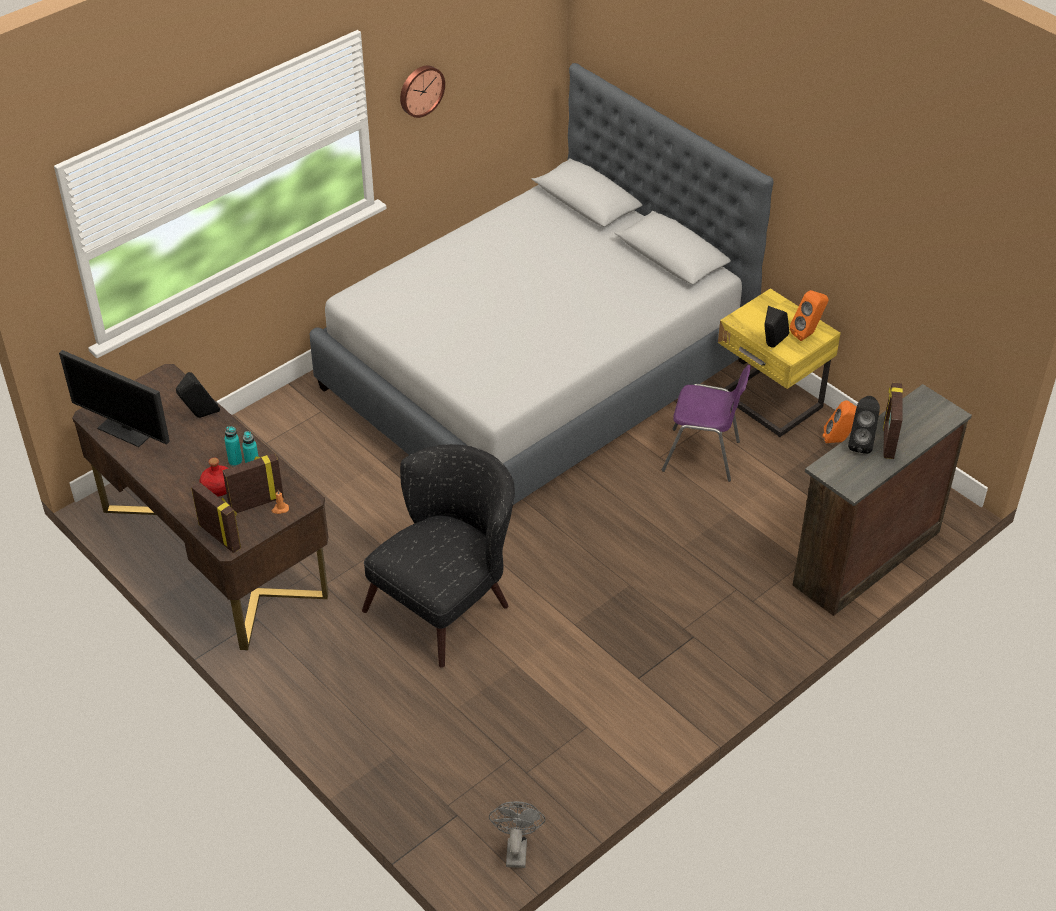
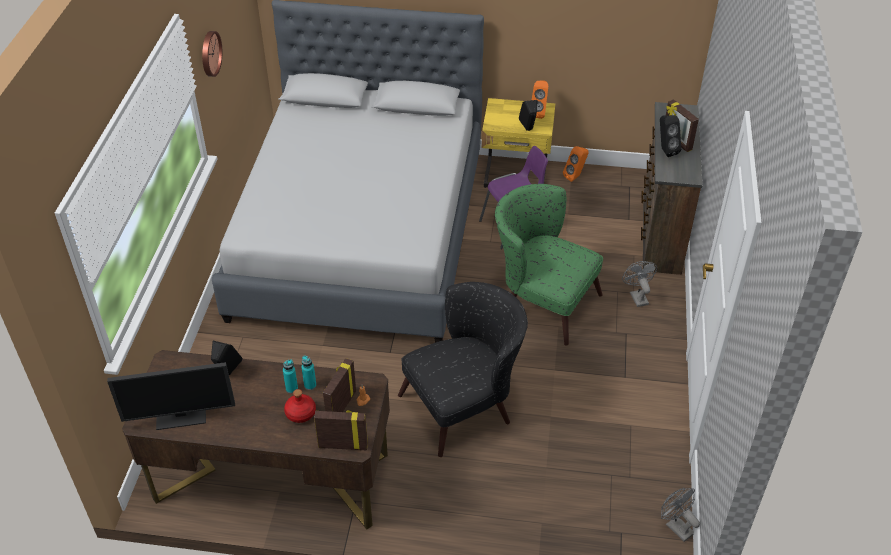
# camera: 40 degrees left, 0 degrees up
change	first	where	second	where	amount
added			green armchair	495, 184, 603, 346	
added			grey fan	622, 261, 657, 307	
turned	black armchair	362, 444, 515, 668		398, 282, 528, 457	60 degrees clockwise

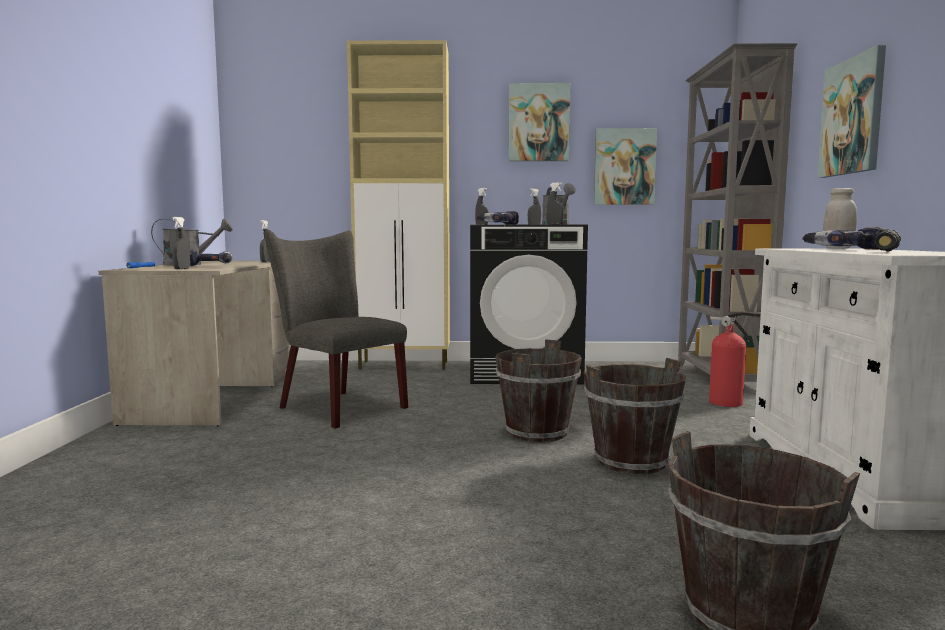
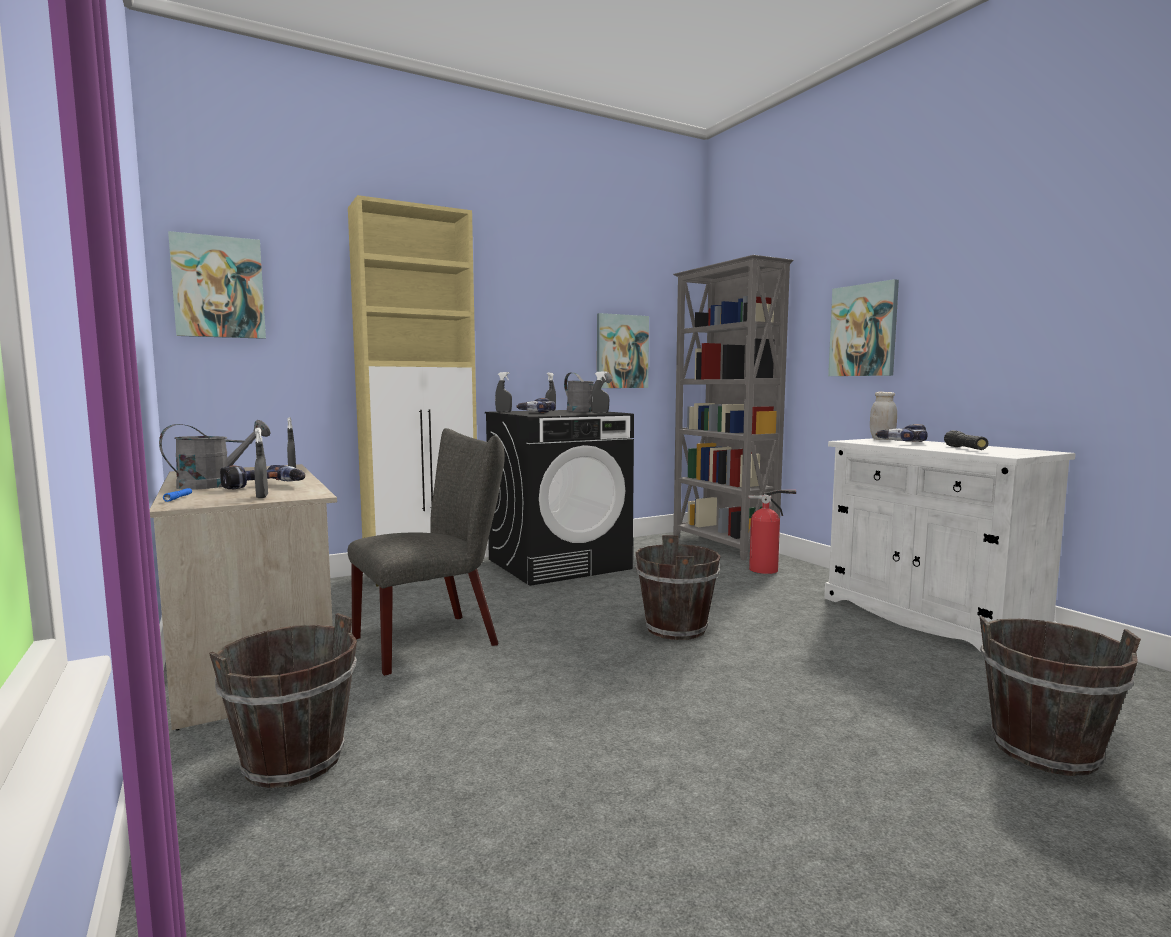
# camera: 30 degrees left, 0 degrees up
change	first	where	second	where	amount
moved	picture	509, 83, 570, 161		168, 231, 266, 339	
moved	brown bucket	584, 358, 686, 474		209, 613, 357, 788	
turned	grey chair	265, 230, 408, 429		348, 428, 505, 676	135 degrees clockwise

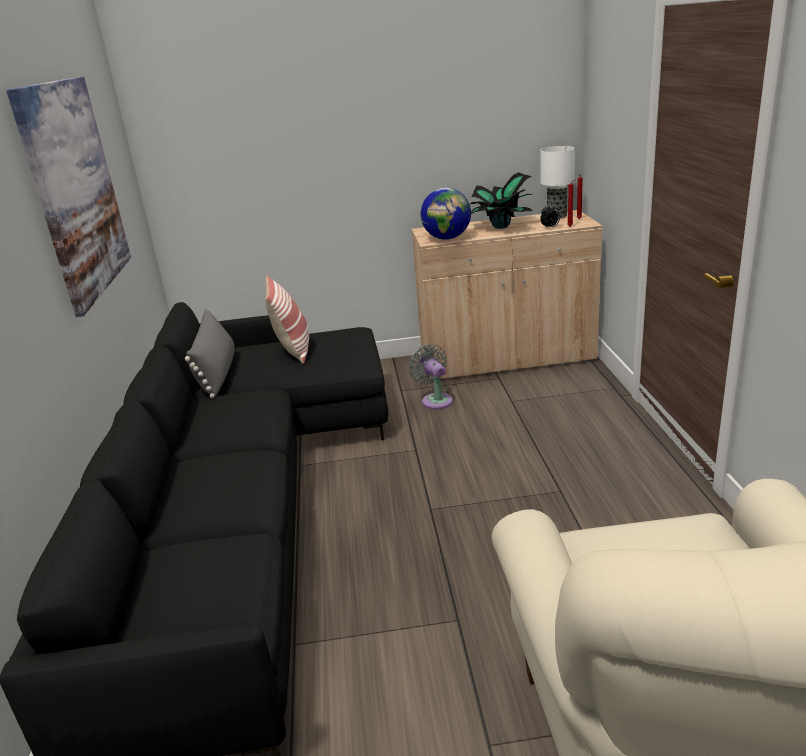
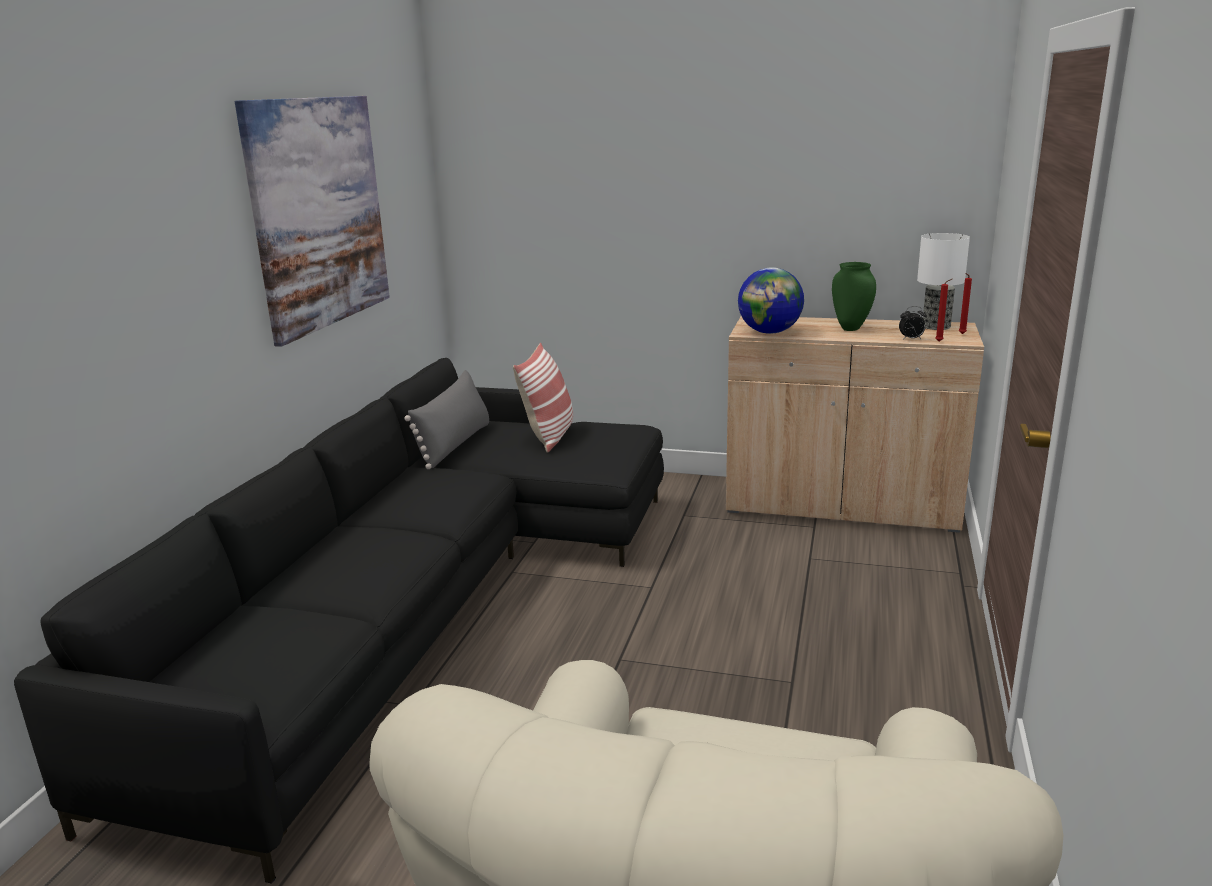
# camera: 20 degrees right, 5 degrees down
change	first	where	second	where	amount
removed	grey fan	409, 344, 453, 409			
replaced	potted plant	470, 172, 532, 229	green vase	832, 262, 876, 331	

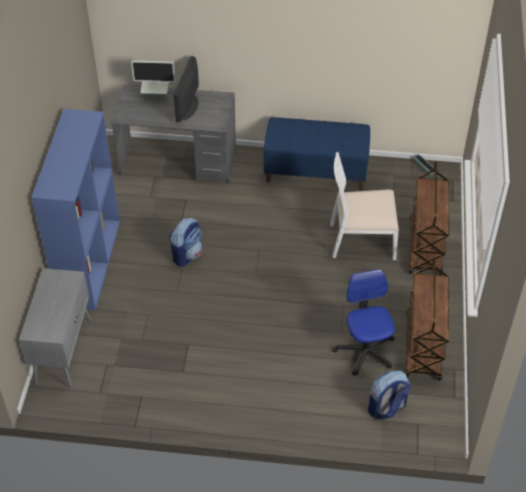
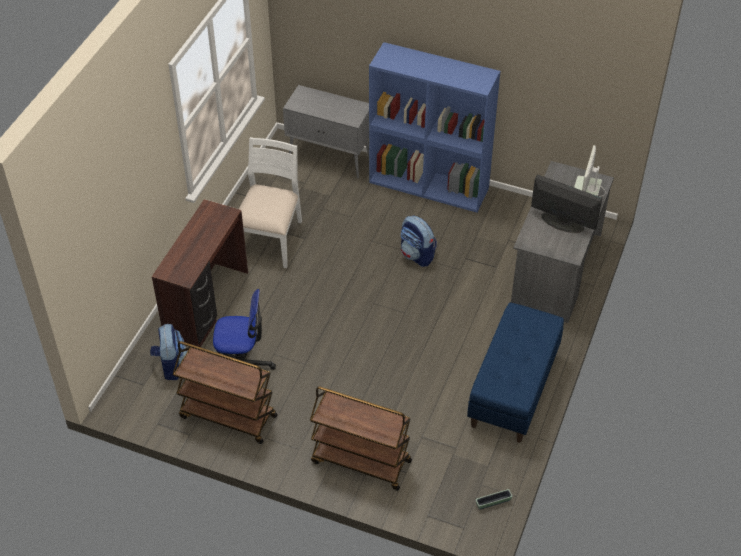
# camera: 105 degrees right, 0 degrees up
change	first	where	second	where	amount
added			brown desk	152, 199, 248, 347	
moved	white chair	330, 152, 399, 260		239, 137, 302, 268	

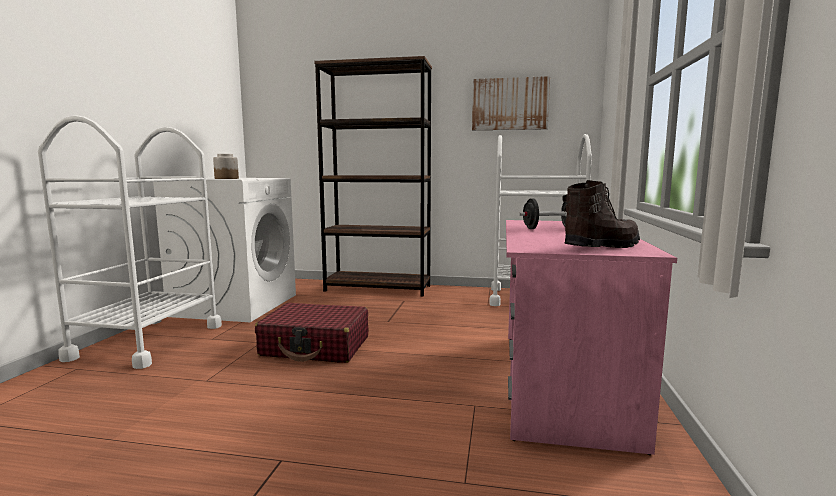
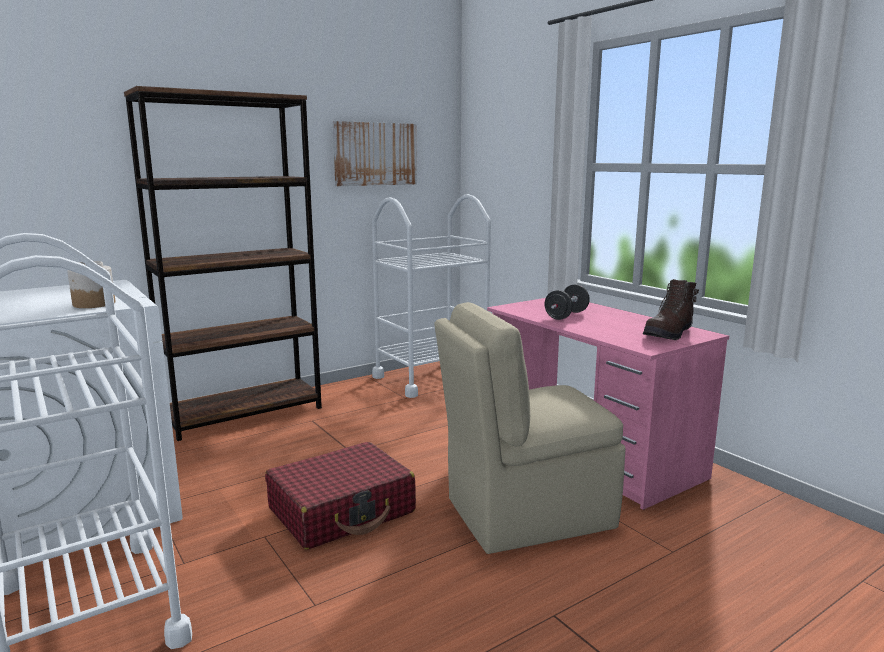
# camera: 45 degrees left, 5 degrees up
change	first	where	second	where	amount
added			beige chair	434, 302, 626, 554	
turned	brown boot	562, 180, 640, 248		643, 279, 699, 340	150 degrees counterclockwise

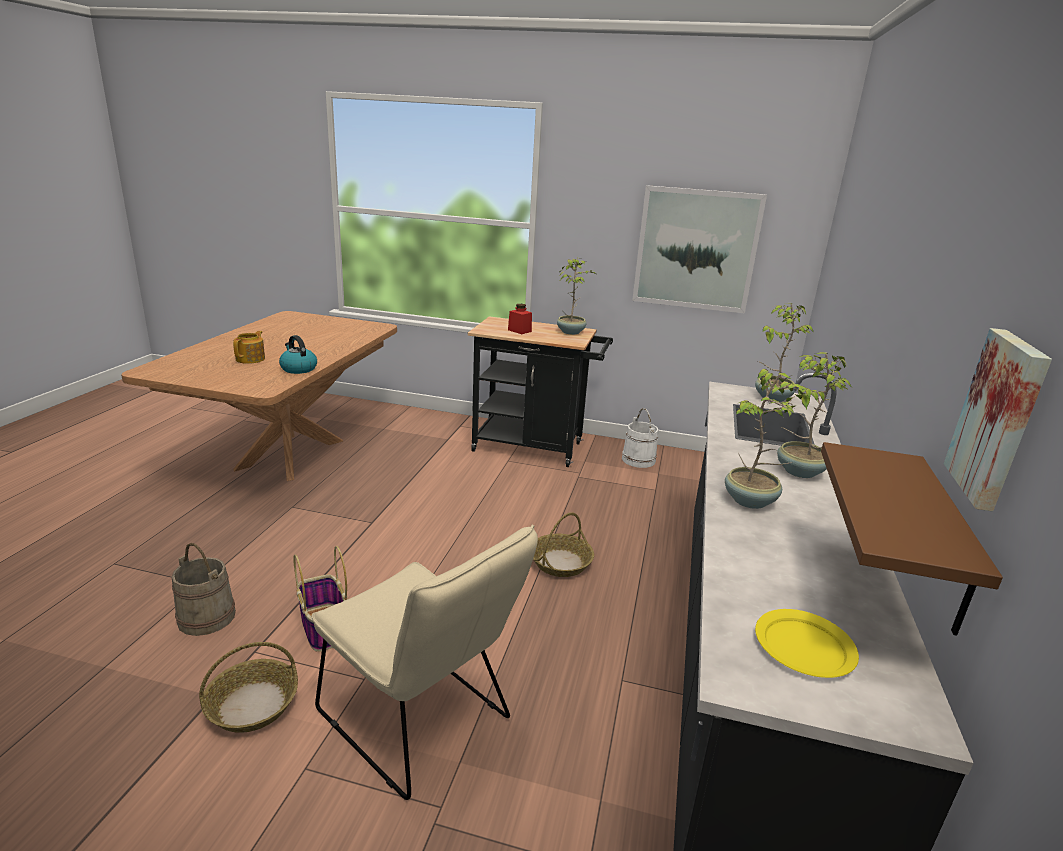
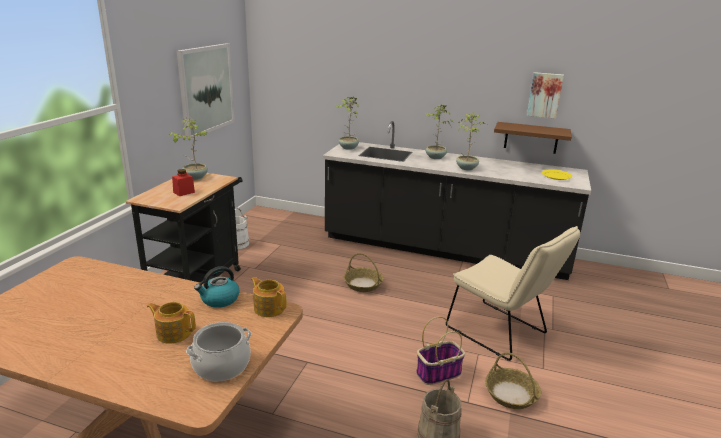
# camera: 85 degrees left, 0 degrees up
change	first	where	second	where	amount
added			cooking pot	186, 322, 251, 381	
added			teapot	251, 277, 286, 317	
turned	beige chair	311, 524, 538, 800		446, 226, 580, 361	90 degrees clockwise

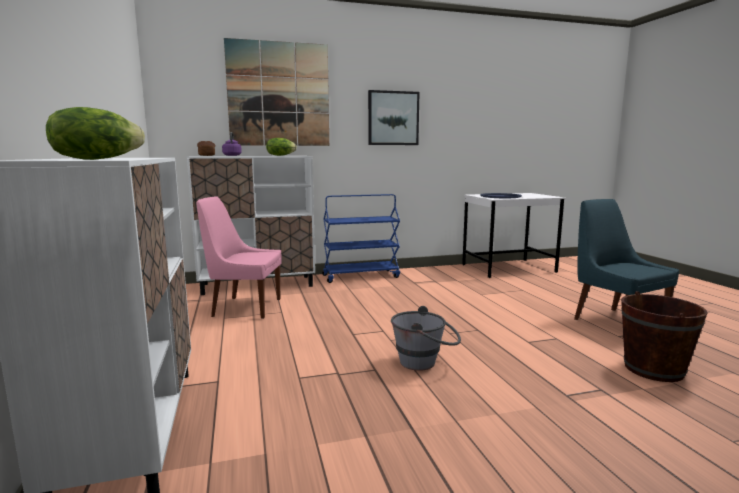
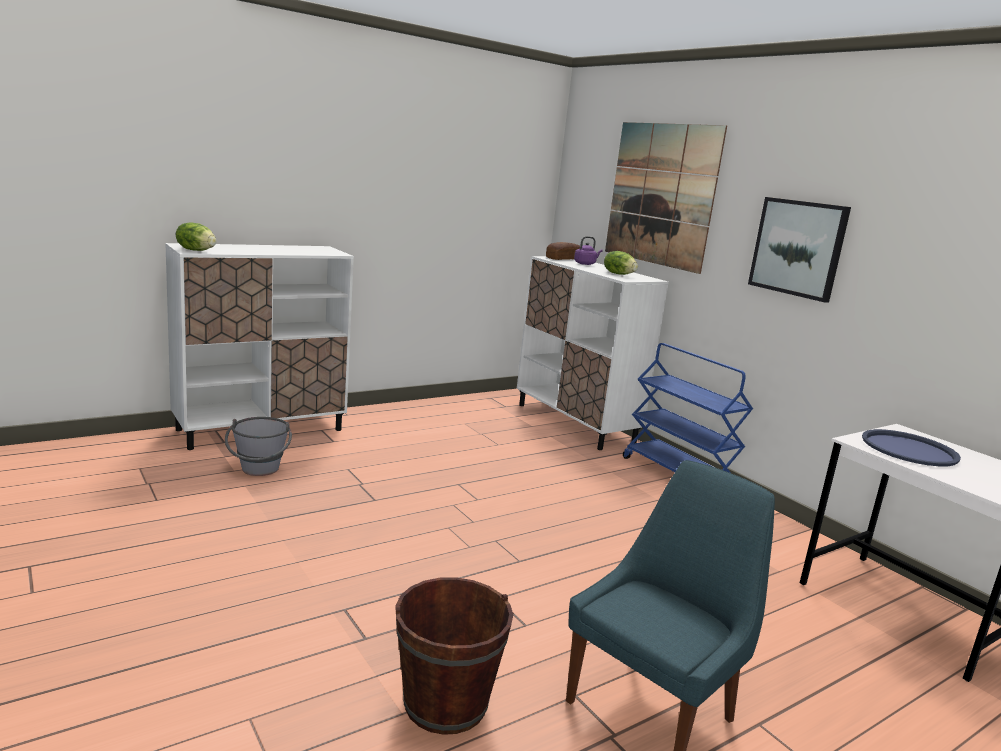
# camera: 70 degrees right, 5 degrees up
change	first	where	second	where	amount
removed	pink chair	196, 196, 282, 319			
moved	grey bucket	391, 306, 461, 371		225, 417, 292, 476	

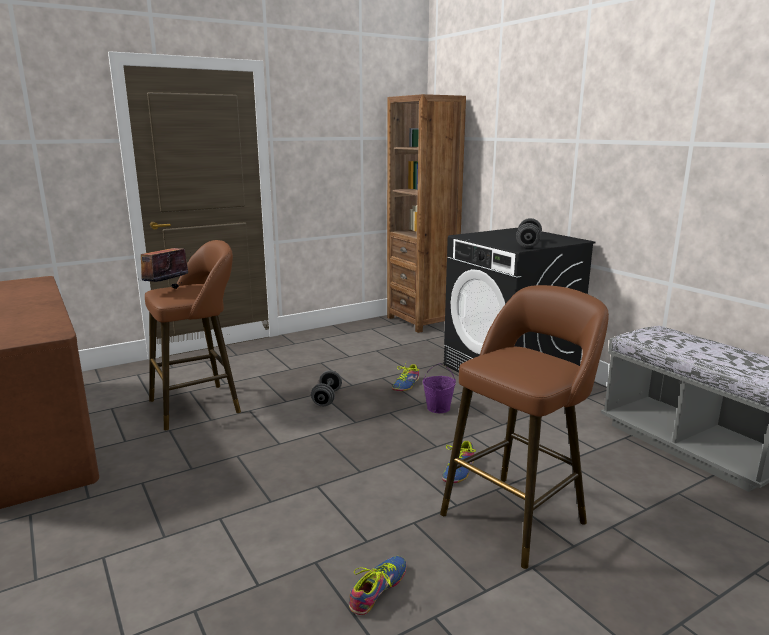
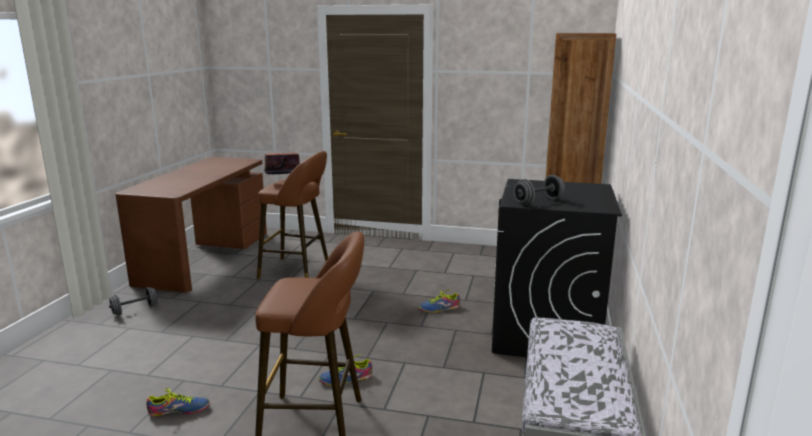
# camera: 45 degrees right, 0 degrees up
change	first	where	second	where	amount
removed	purple bucket	423, 363, 456, 413			
moved	grey dumbbell	311, 370, 342, 406		109, 287, 158, 315	

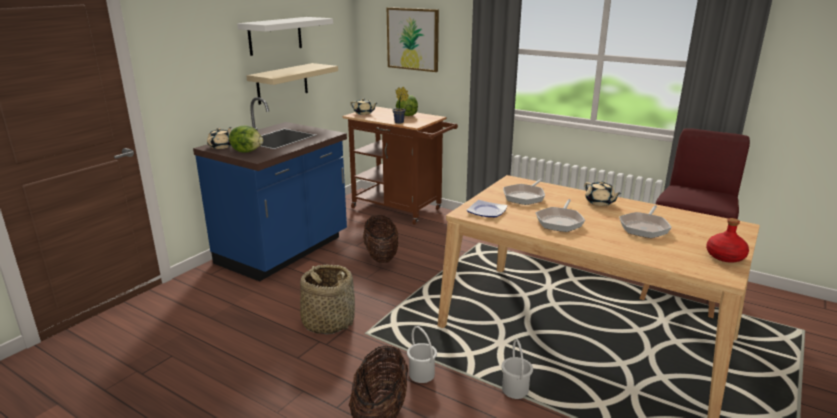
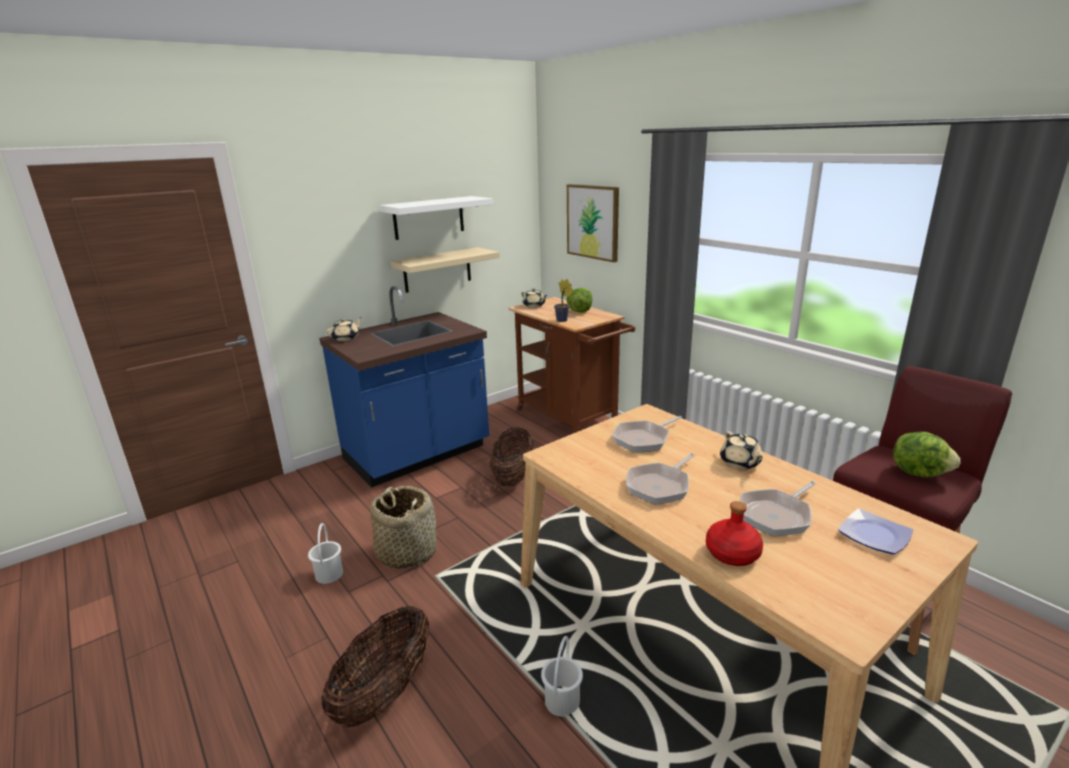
# camera: 20 degrees right, 0 degrees up
change	first	where	second	where	amount
moved	lettuce	229, 125, 263, 153		893, 432, 961, 477	
moved	white bucket	407, 326, 437, 383		308, 523, 343, 584	
moved	plate	466, 200, 507, 217		838, 508, 913, 554	
moved	red bottle	706, 218, 749, 263		706, 501, 763, 566	

